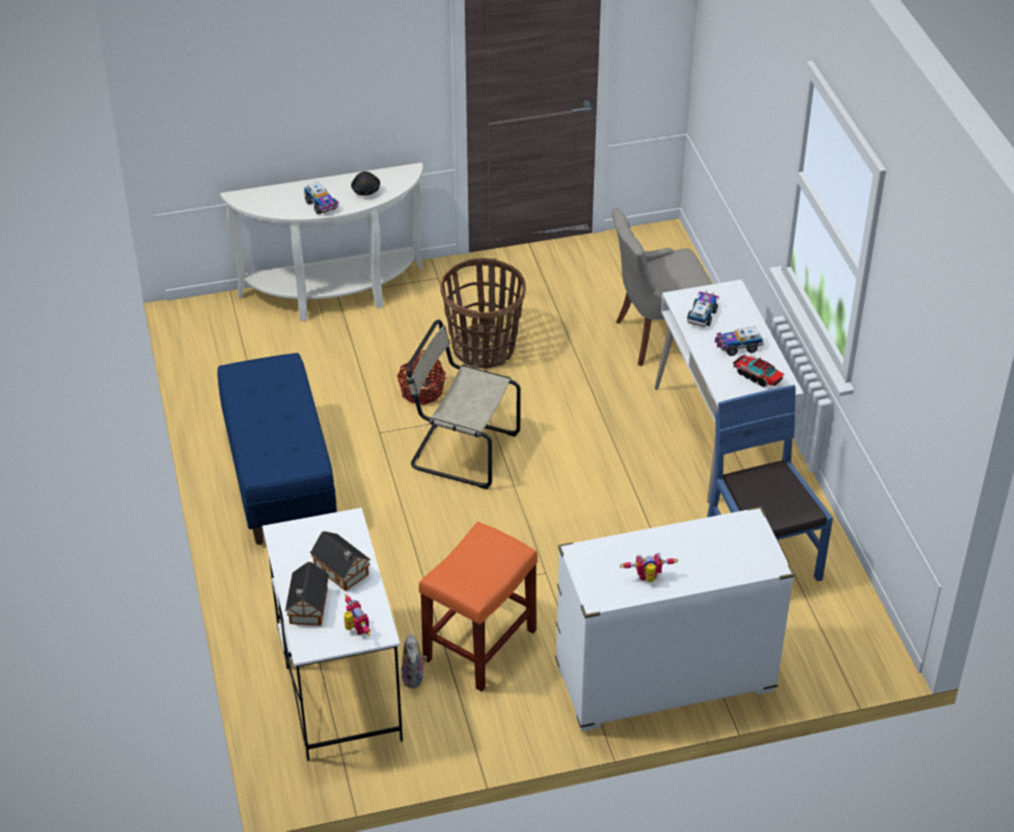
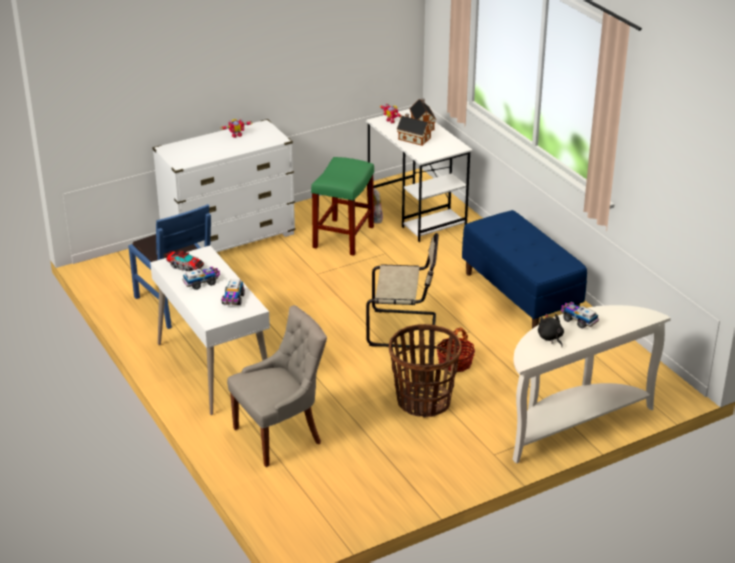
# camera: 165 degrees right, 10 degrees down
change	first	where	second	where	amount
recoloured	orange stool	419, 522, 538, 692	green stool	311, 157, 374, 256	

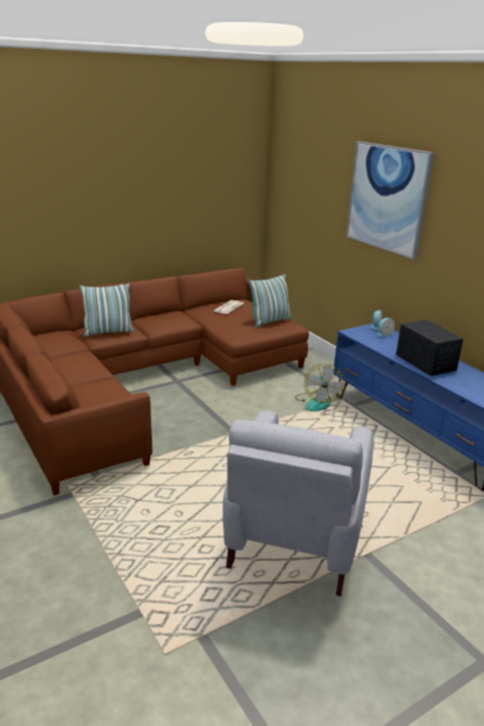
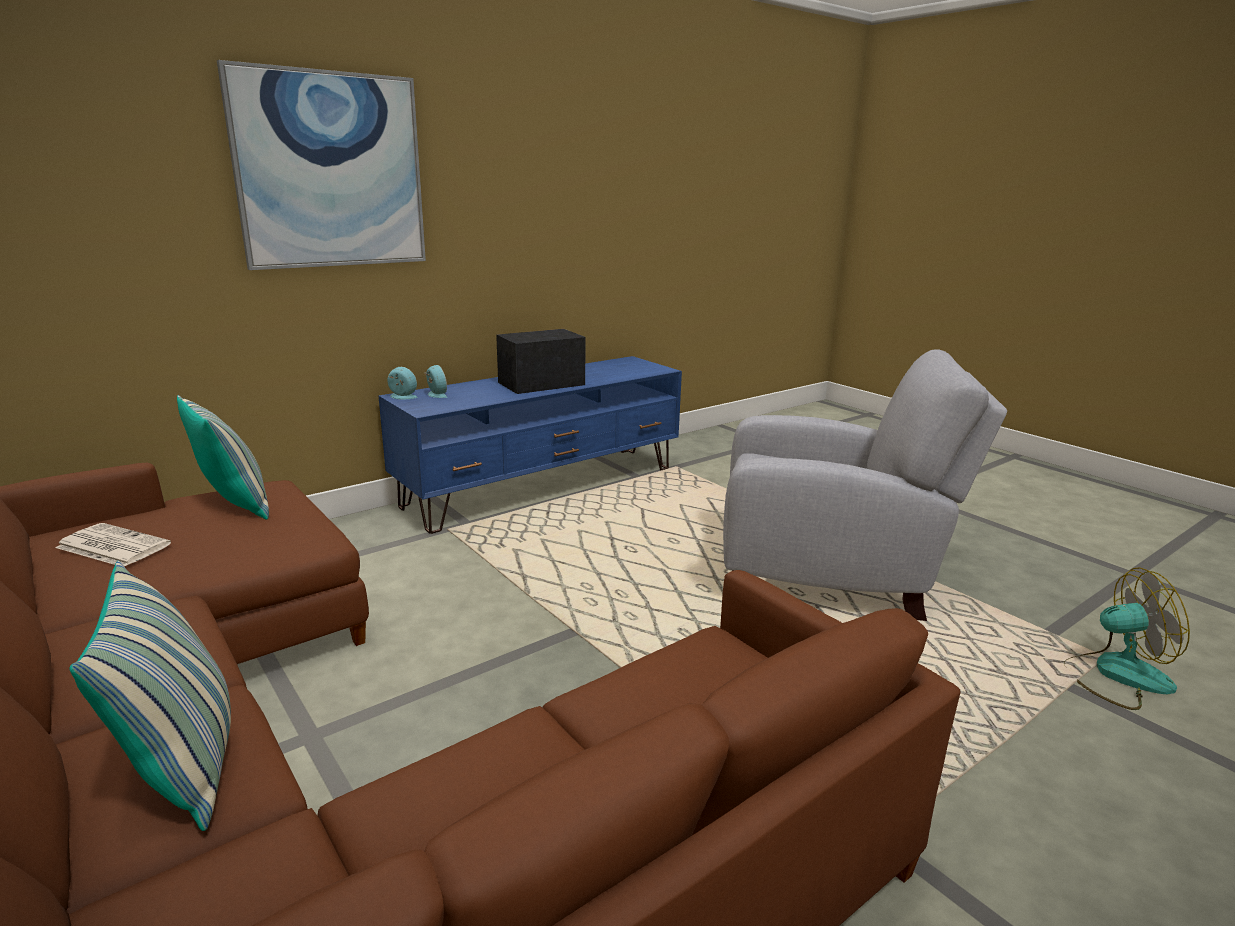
# camera: 95 degrees left, 5 degrees down
change	first	where	second	where	amount
moved	fan	295, 364, 345, 411		1064, 567, 1190, 710	

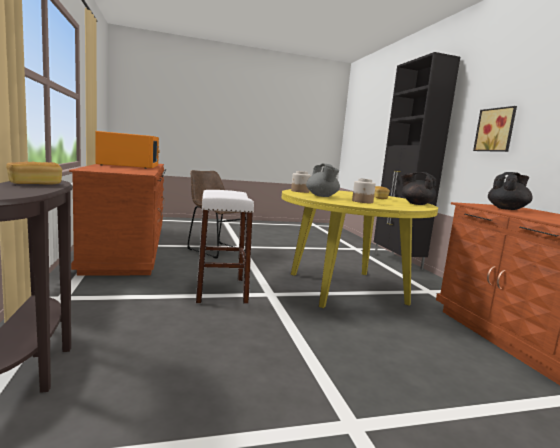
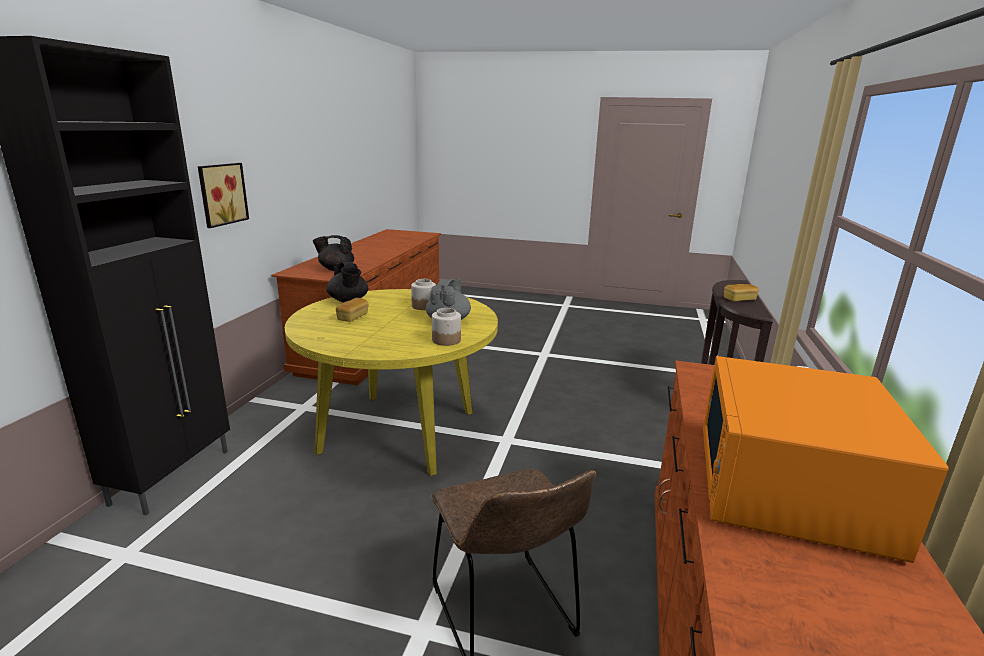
# camera: 150 degrees left, 10 degrees up
change	first	where	second	where	amount
removed	white stool	196, 190, 254, 304			

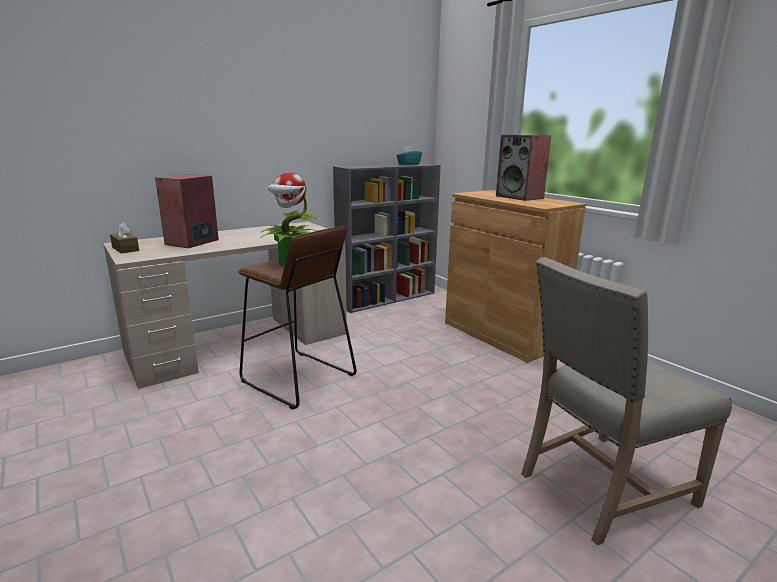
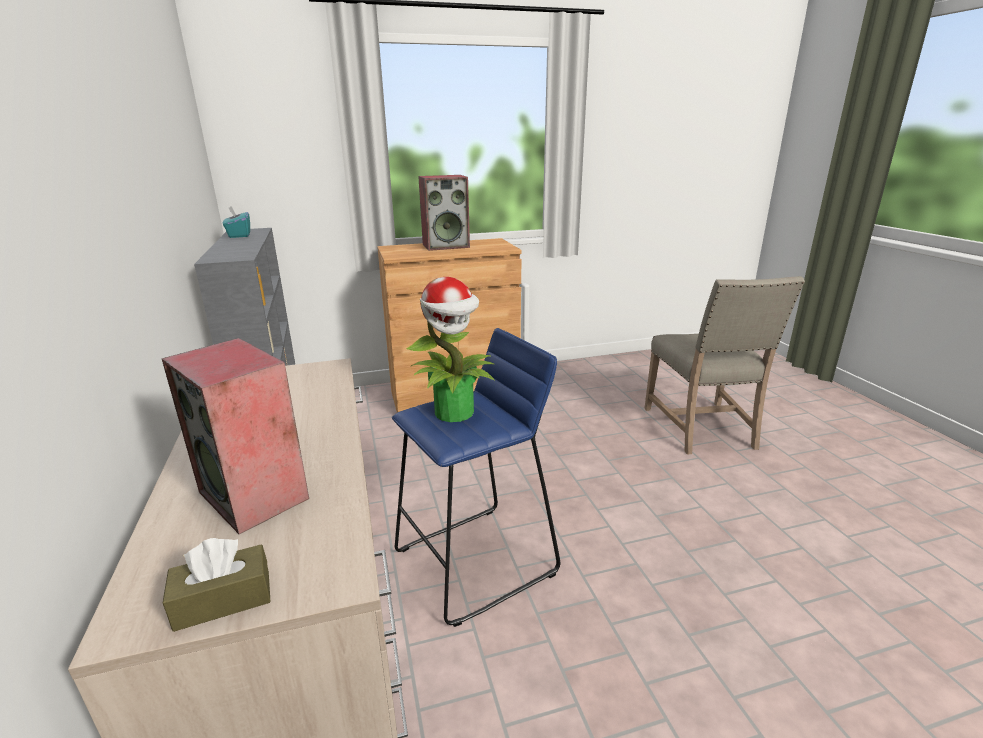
# camera: 70 degrees left, 5 degrees up
change	first	where	second	where	amount
recoloured	brown stool	238, 226, 357, 410	blue stool	392, 328, 560, 627	

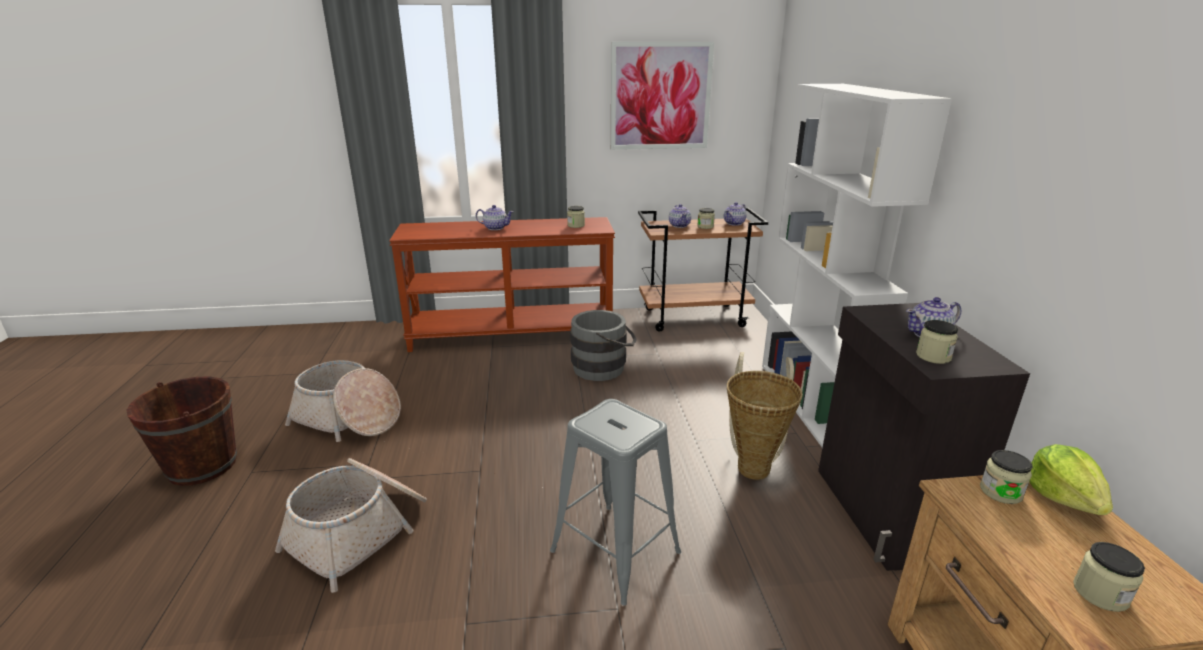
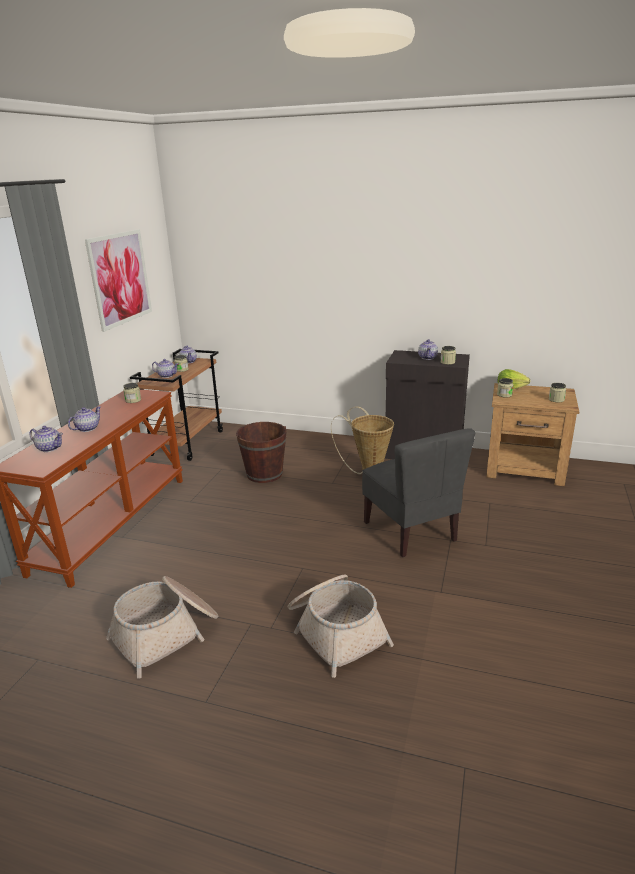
# camera: 65 degrees left, 0 degrees up
change	first	where	second	where	amount
removed	grey bucket	570, 310, 637, 381			
removed	white bookcase	762, 84, 952, 448			
added			teapot	29, 426, 63, 452	
moved	brown bucket	126, 376, 237, 486		236, 422, 287, 483	
replaced	grey stool	550, 399, 681, 605	grey chair	362, 428, 475, 557	

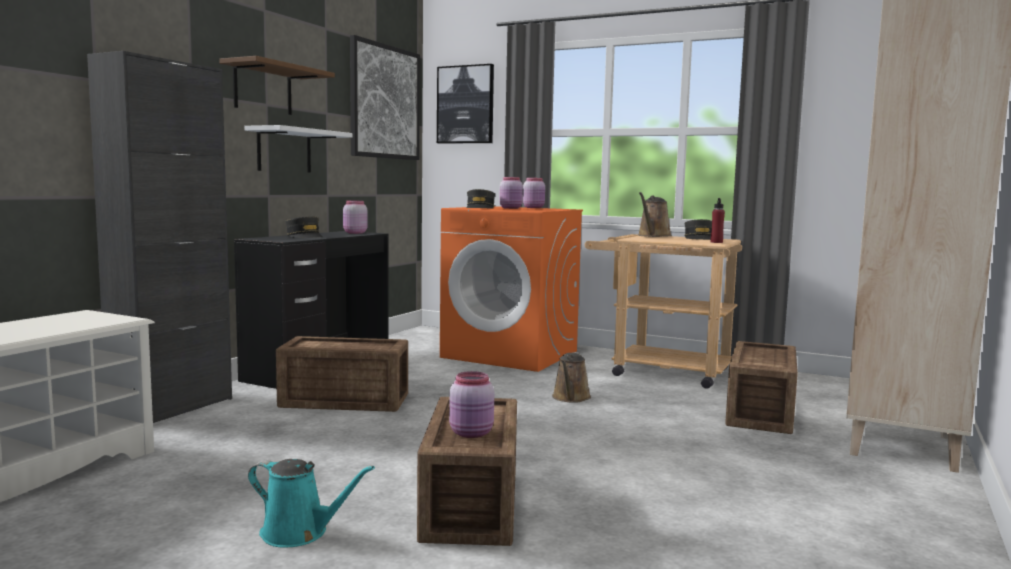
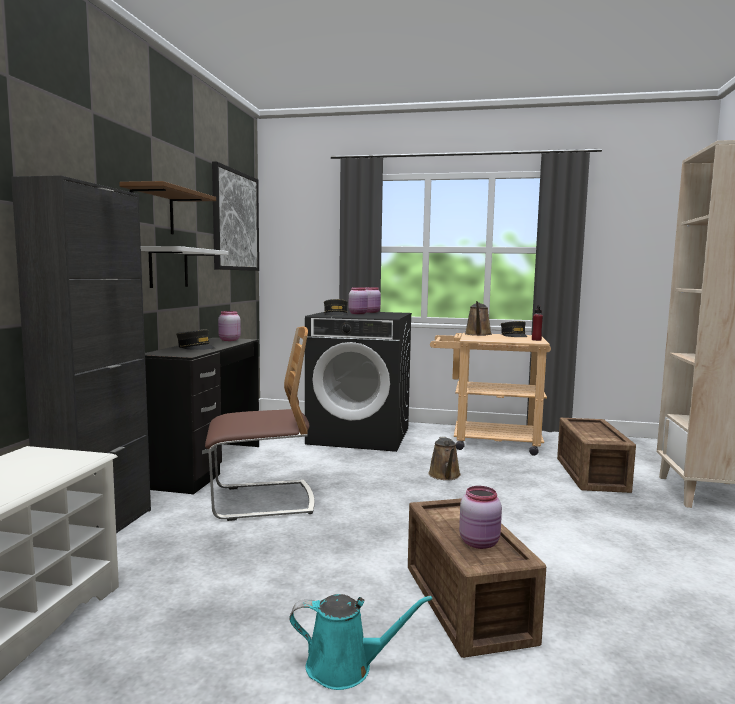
# camera: 15 degrees left, 0 degrees up
change	first	where	second	where	amount
removed	picture	437, 64, 494, 144			
replaced	crate	276, 336, 408, 412	chair	205, 326, 315, 521	
recoloured	orange washing machine	440, 206, 583, 372	black washing machine	305, 311, 412, 452	

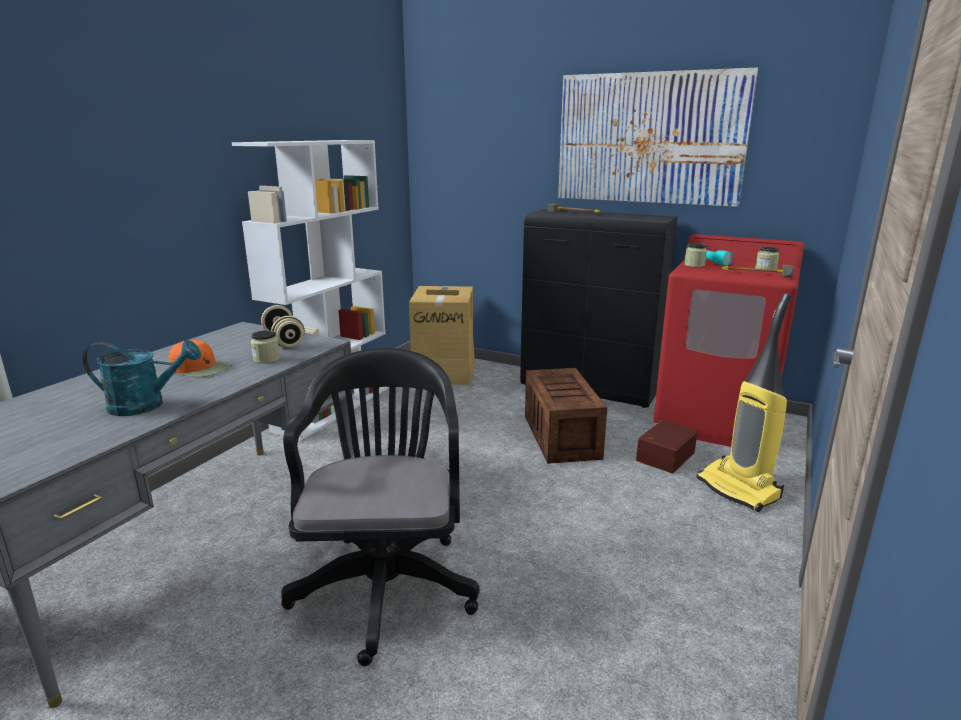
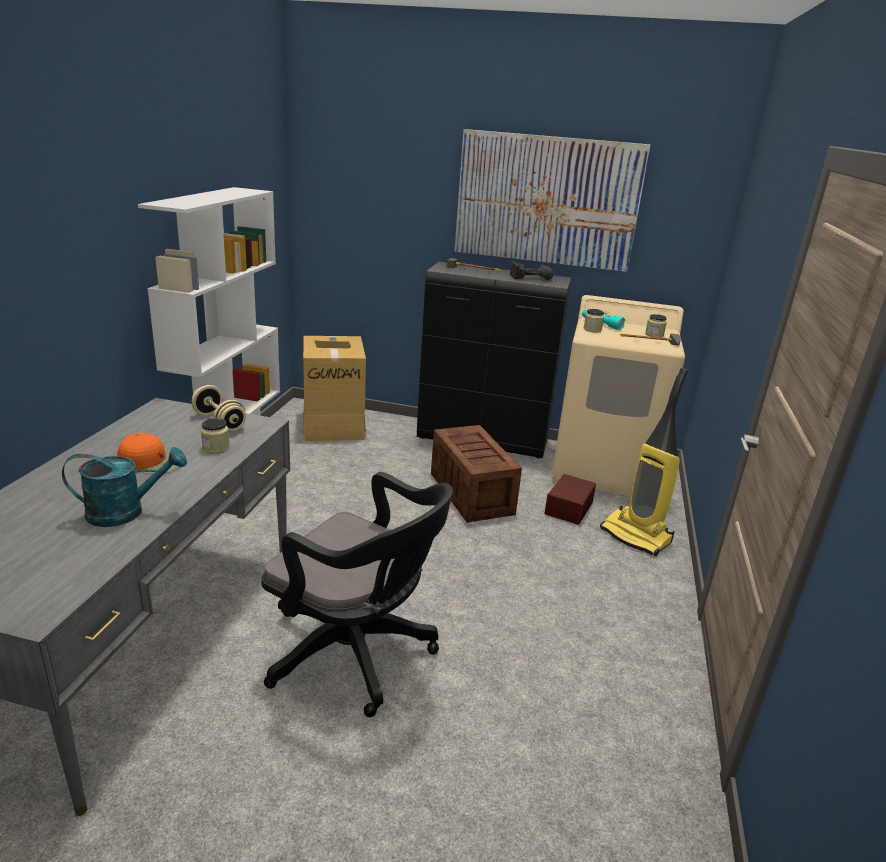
# camera: 15 degrees left, 5 degrees up
change	first	where	second	where	amount
added			power drill	510, 261, 554, 280	
recoloured	red washing machine	653, 234, 805, 447	beige washing machine	552, 295, 685, 496	
turned	black office chair	281, 348, 479, 666		261, 472, 453, 717	135 degrees clockwise

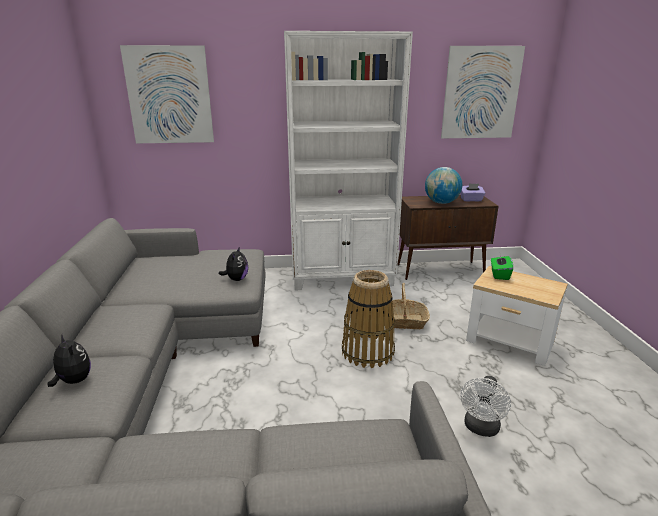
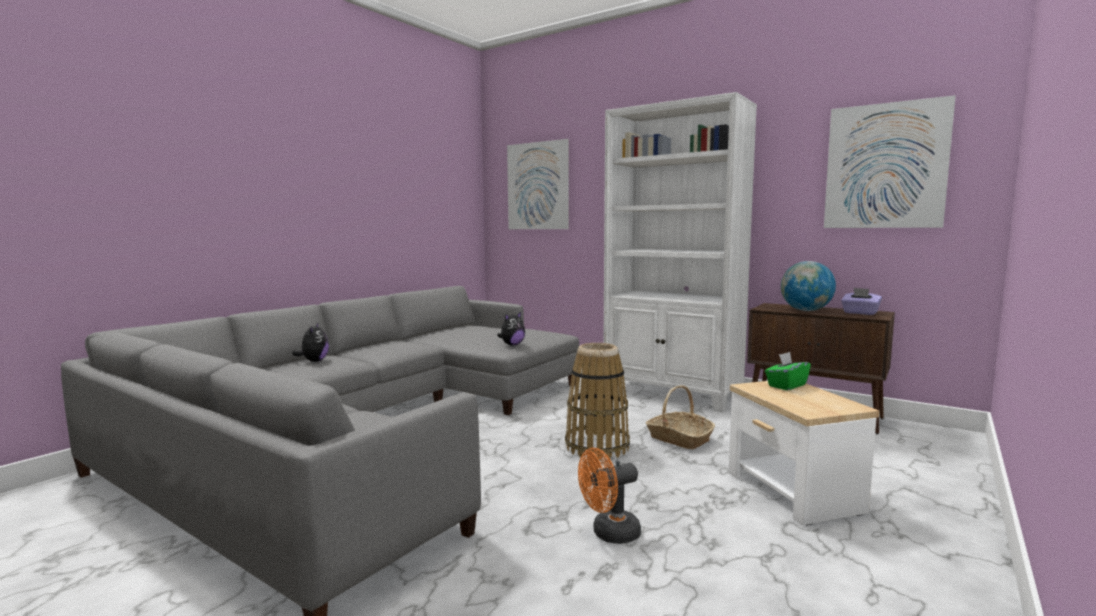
# camera: 40 degrees right, 15 degrees down
change	first	where	second	where	amount
recoloured	white fan	460, 376, 511, 437	orange fan	578, 448, 641, 544	

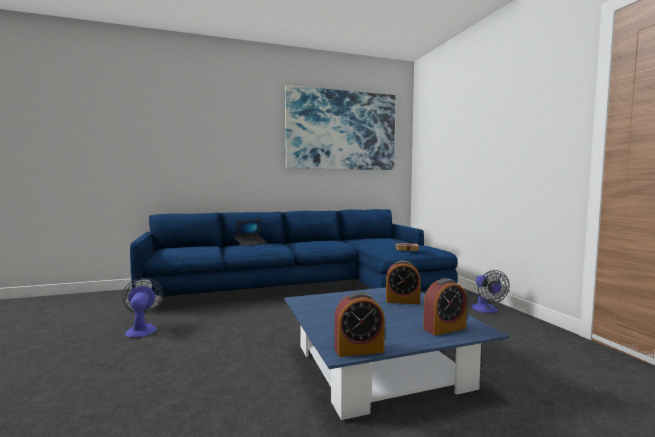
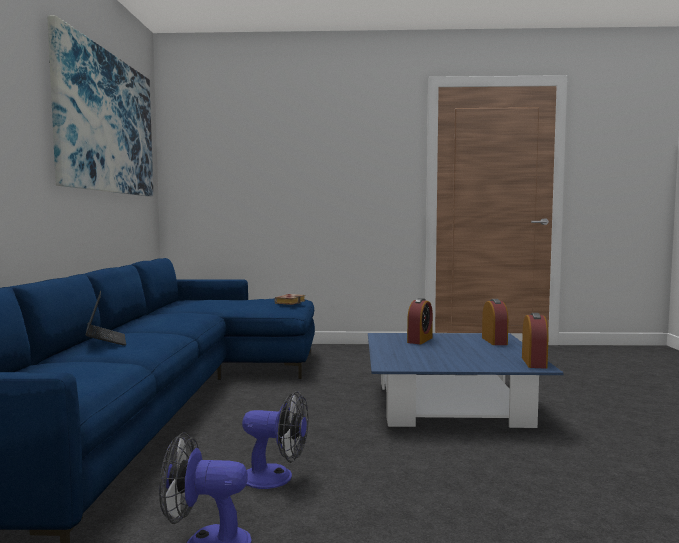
# camera: 70 degrees left, 0 degrees up
change	first	where	second	where	amount
moved	fan	471, 270, 510, 313		242, 391, 308, 489	

